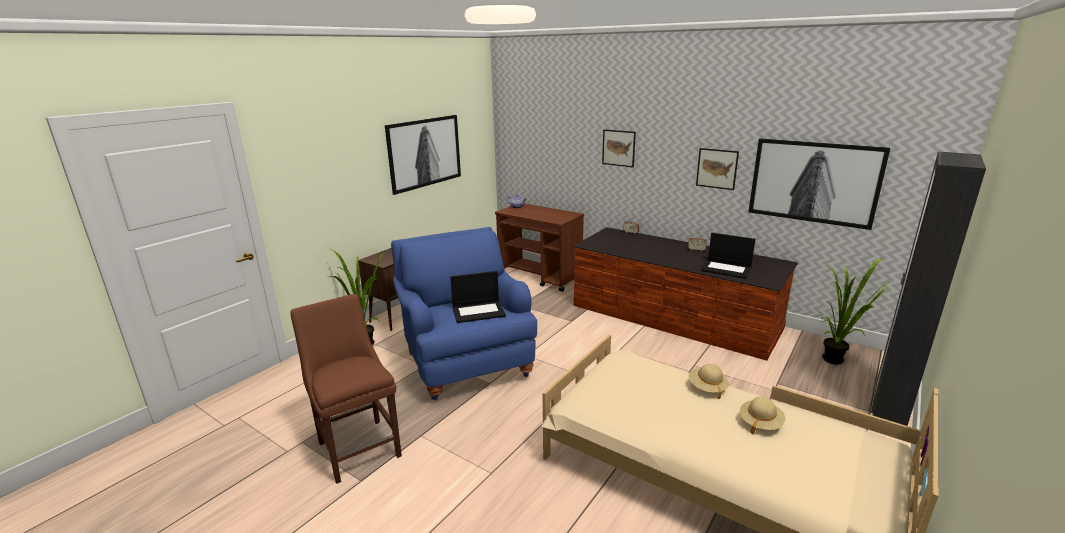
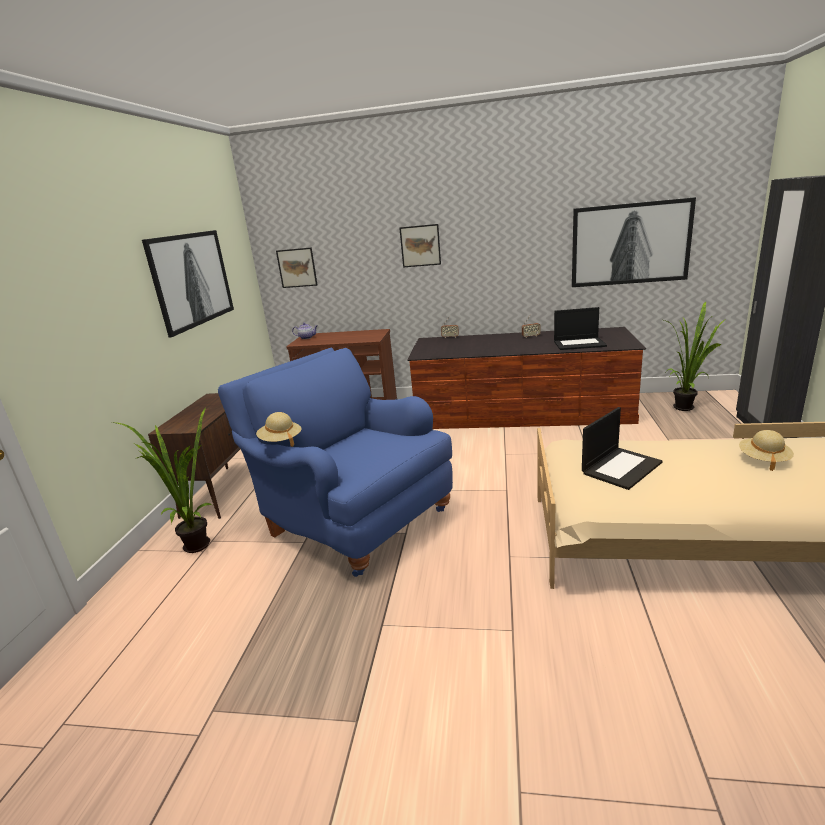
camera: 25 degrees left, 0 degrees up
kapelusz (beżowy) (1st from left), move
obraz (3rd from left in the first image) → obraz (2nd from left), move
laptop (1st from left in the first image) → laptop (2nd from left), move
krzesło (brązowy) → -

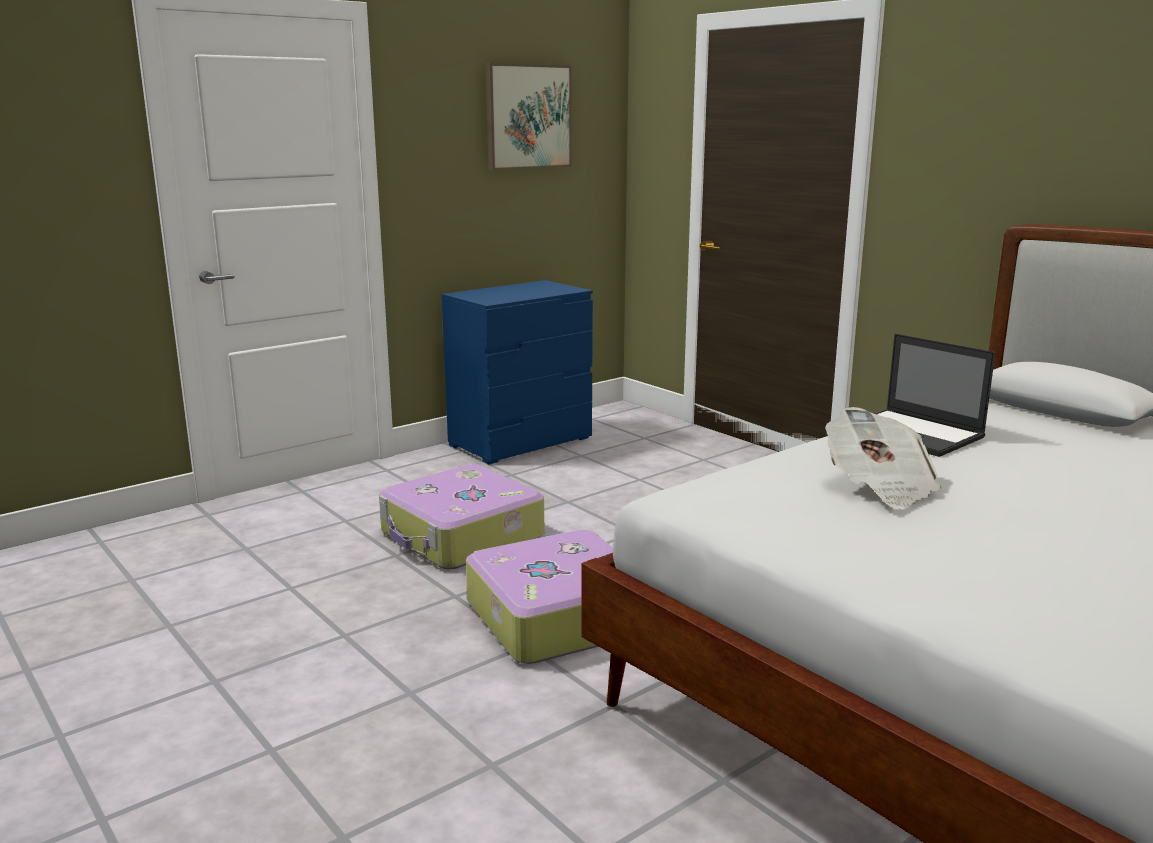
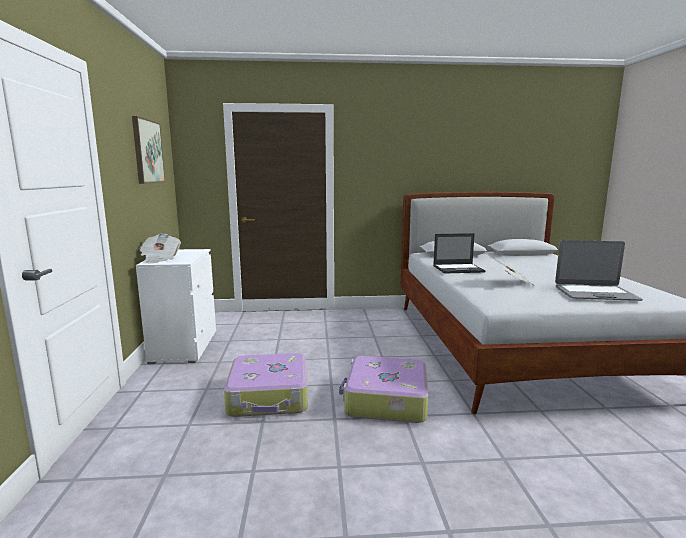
camera: 55 degrees left, 5 degrees down
komoda (niebieski) → komoda (biały)
- → gazeta (1st from left)
- → laptop (2nd from left)

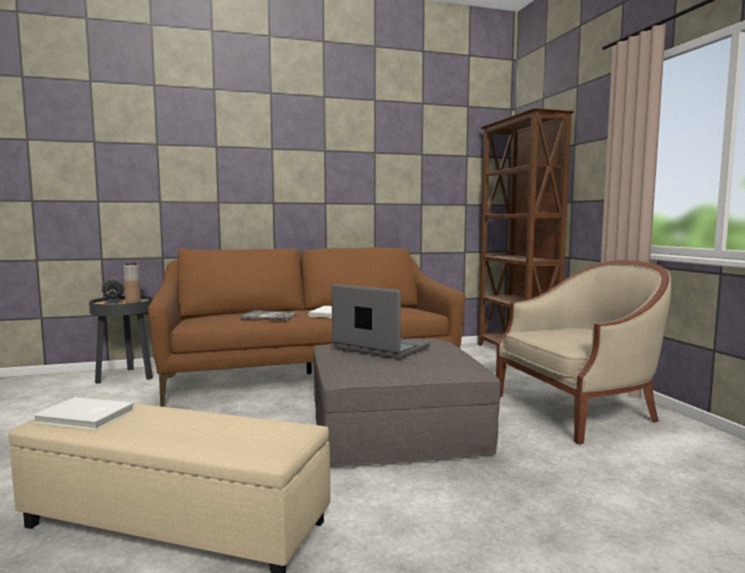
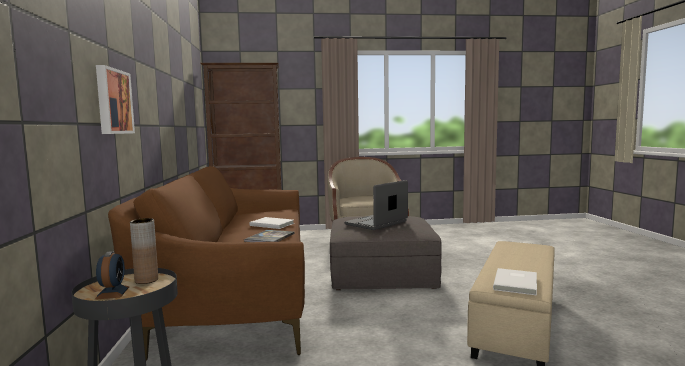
camera: 80 degrees left, 0 degrees up
- → obraz

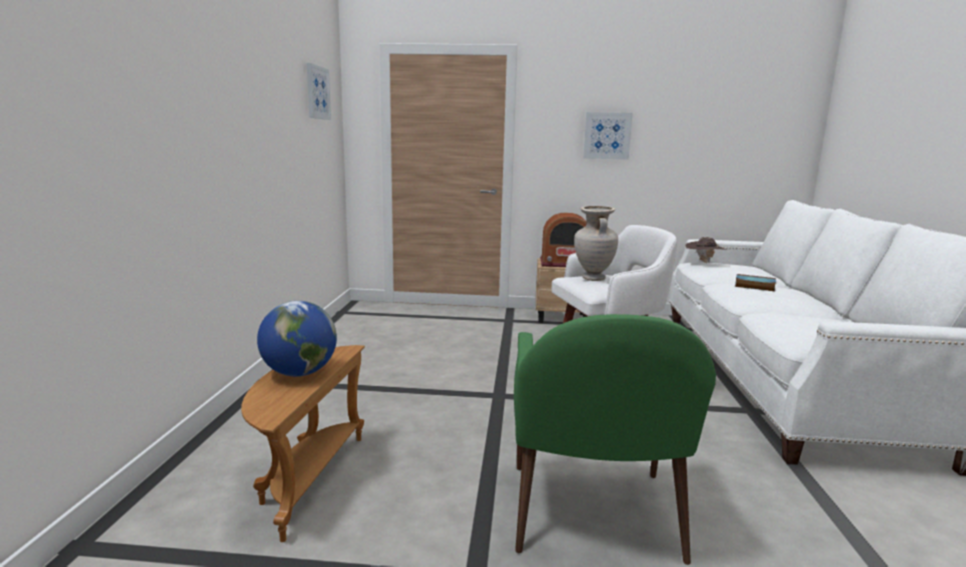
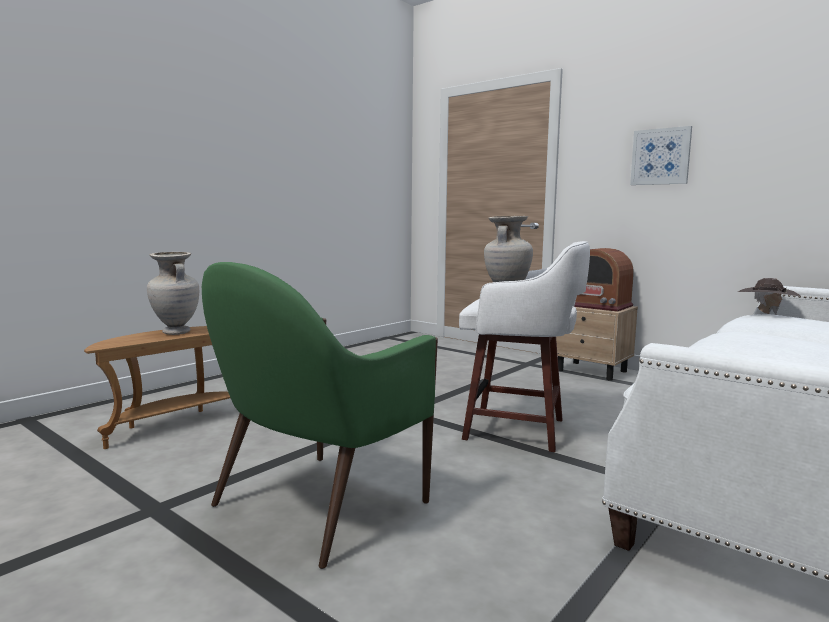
camera: 35 degrees right, 5 degrees down
globus → wazon (beżowy) (1st from left)
obraz (1st from left) → -
książka → -

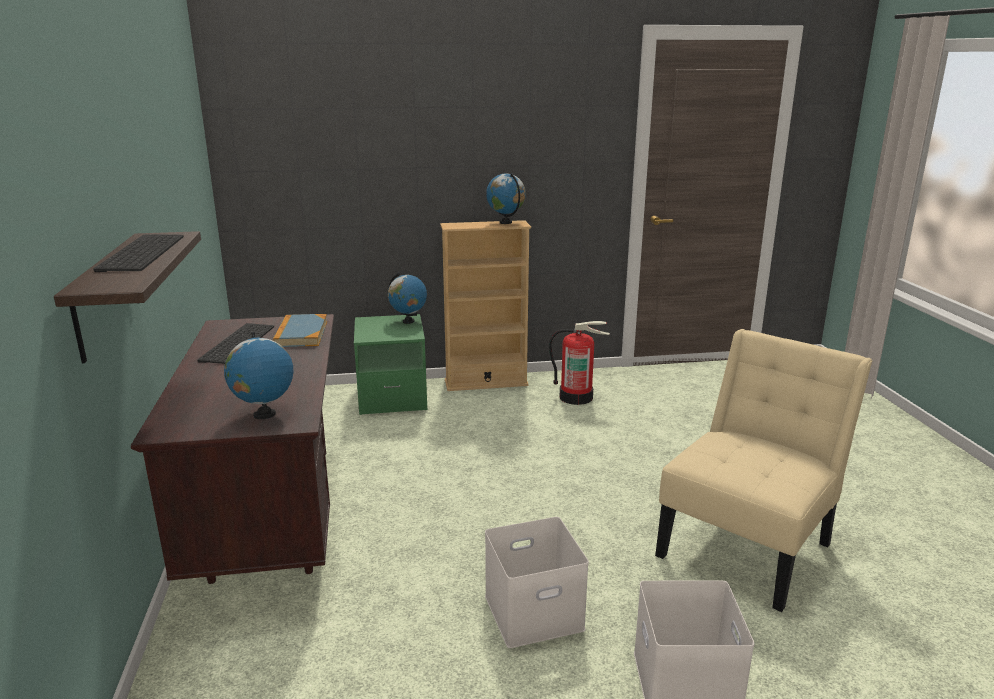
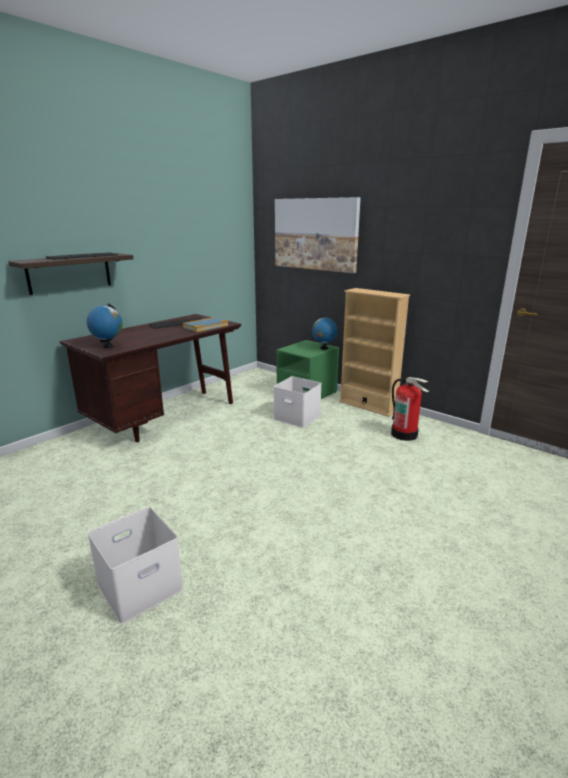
camera: 50 degrees right, 0 degrees up
pojemnik do przechowywania (biały) (1st from left in the first image) → pojemnik do przechowywania (biały) (2nd from left), move
- → obraz
globus (3rd from left) → -
krzesło (beżowy) → -

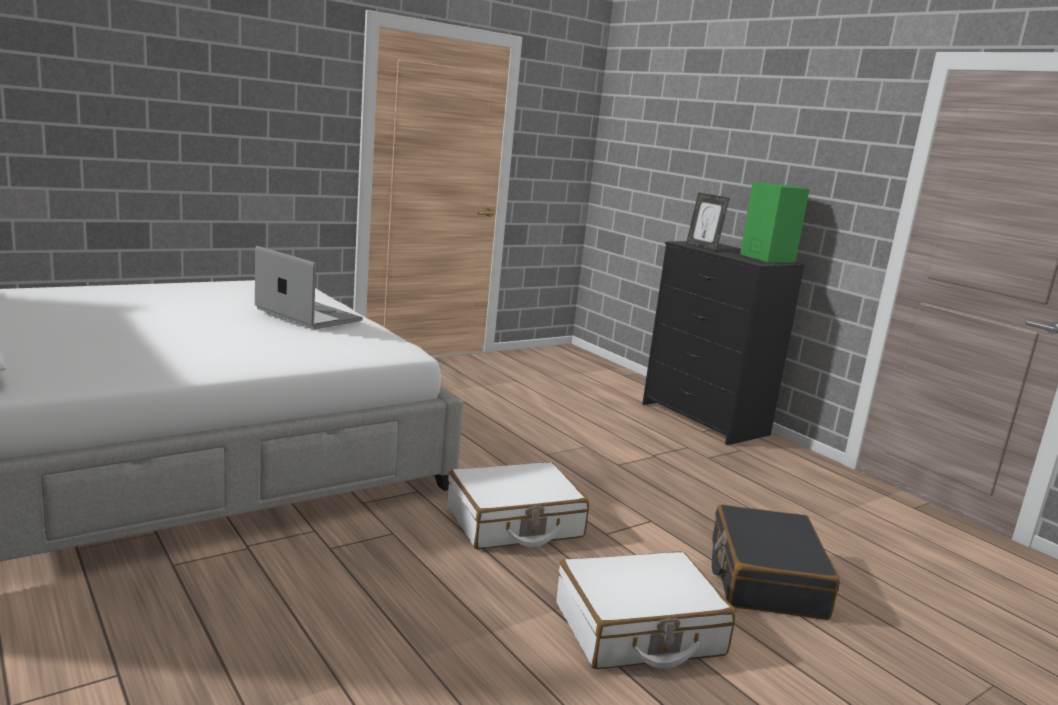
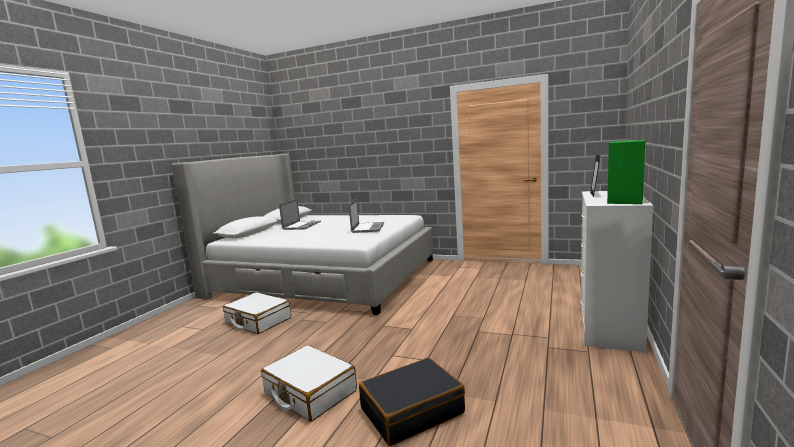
camera: 60 degrees right, 5 degrees down
walizka (biały) (1st from left), move
- → laptop (1st from left)
komoda (czarny) → komoda (biały)

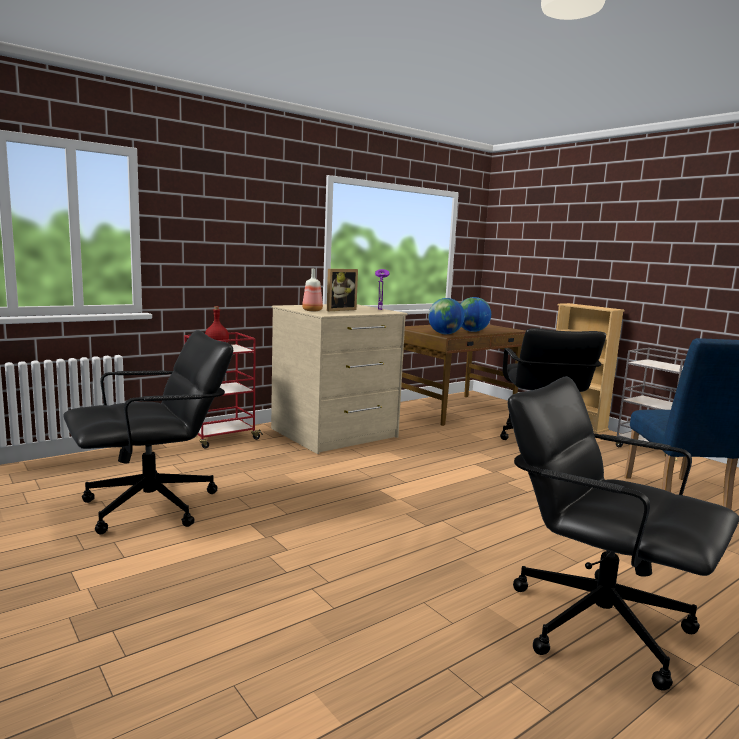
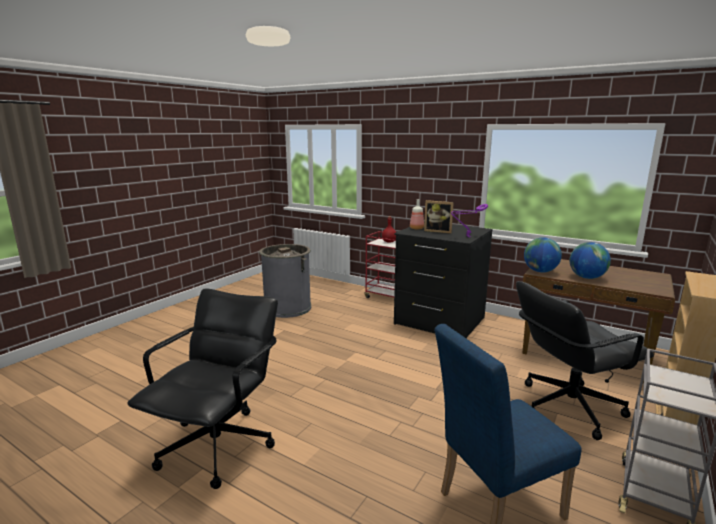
camera: 70 degrees right, 5 degrees up
krzesło biurowe (czarny) (1st from left) → kosz na śmieci (szary)
komoda (beżowy) → komoda (czarny)

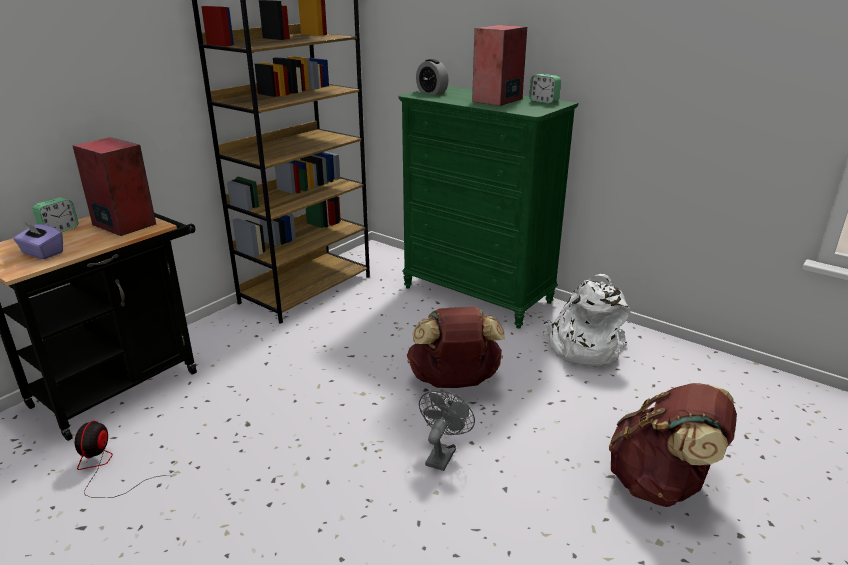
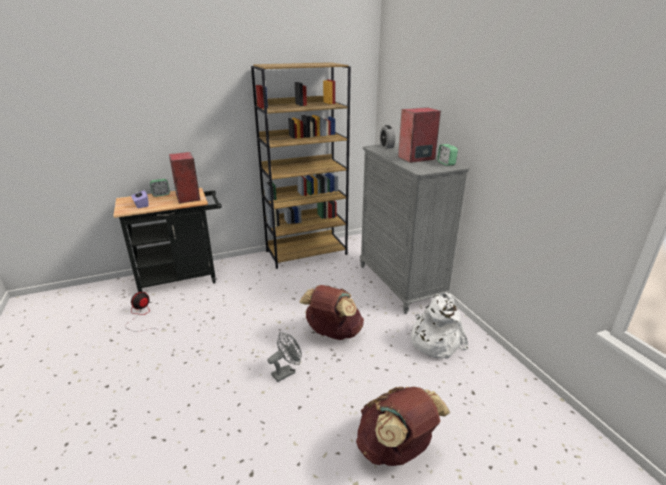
camera: 30 degrees right, 0 degrees up
komoda (zielony) → komoda (szary)

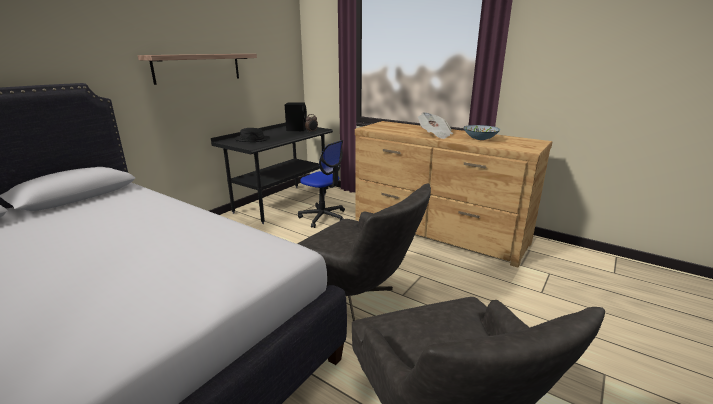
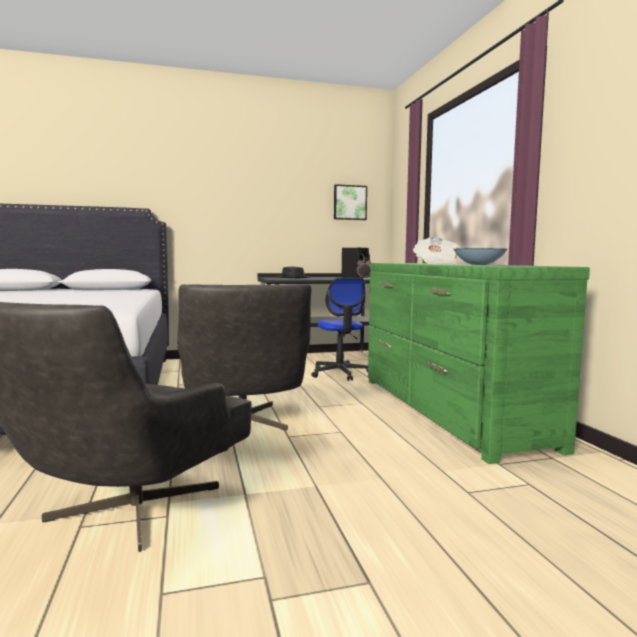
camera: 40 degrees right, 15 degrees down
- → obraz
komoda (brązowy) → komoda (zielony)
półka → -

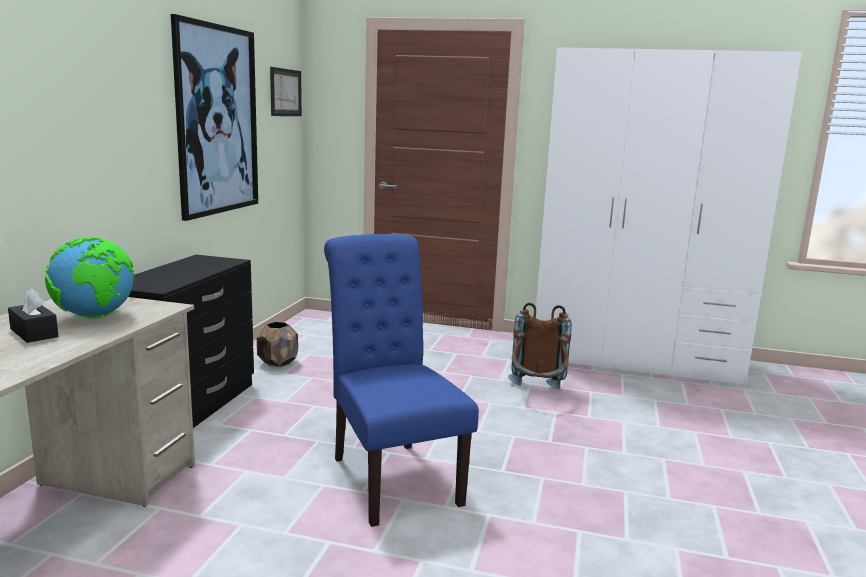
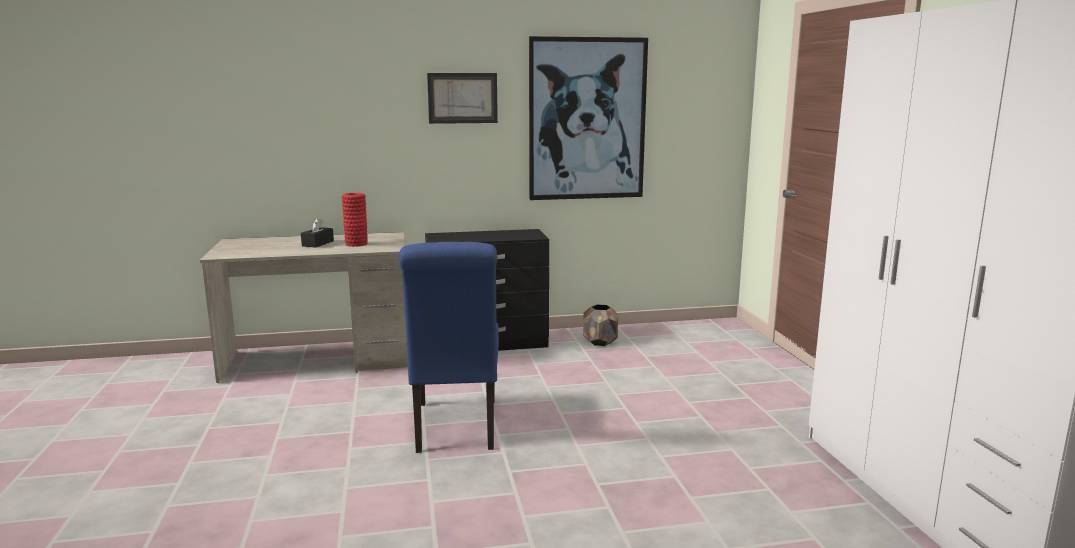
camera: 65 degrees right, 0 degrees up
globus → wazon (czerwony)
krzesło (niebieski), 135 degrees clockwise
obraz (2nd from left in the first image) → obraz (1st from left), move
plecak (brązowy) → -

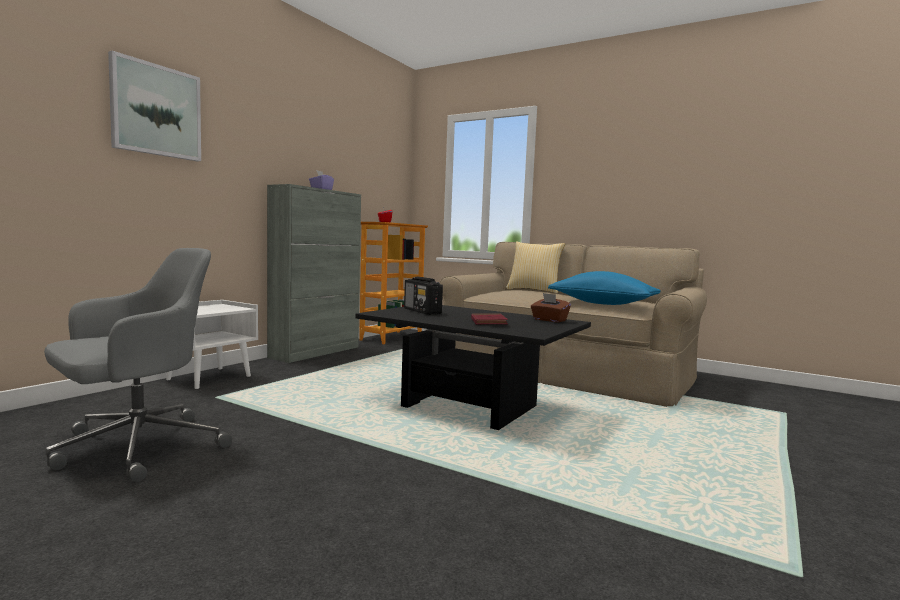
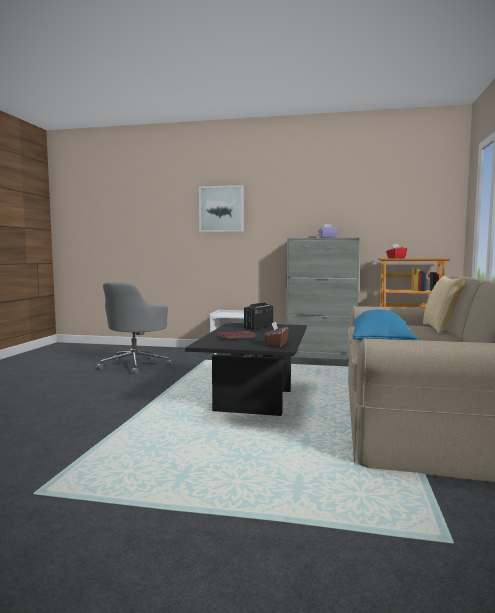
camera: 70 degrees right, 0 degrees up
krzesło biurowe (szary), 90 degrees clockwise

